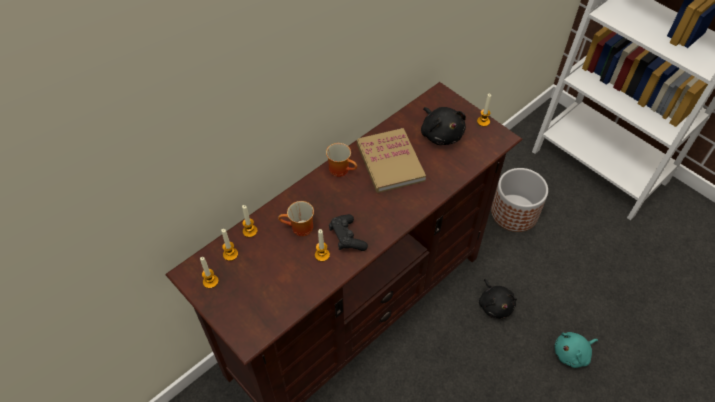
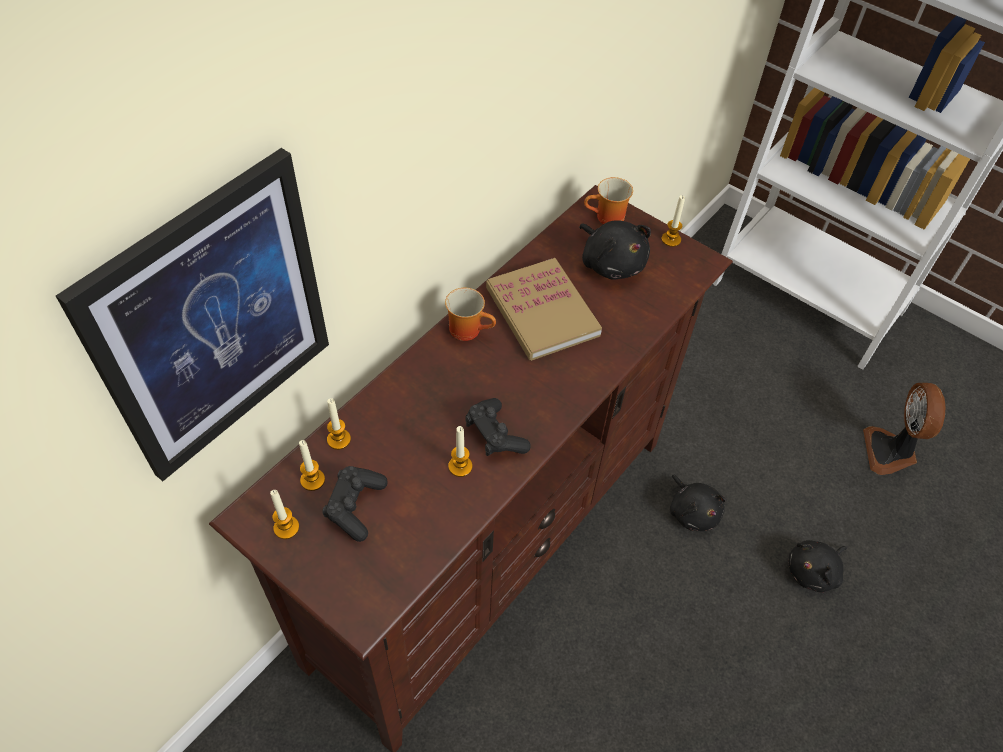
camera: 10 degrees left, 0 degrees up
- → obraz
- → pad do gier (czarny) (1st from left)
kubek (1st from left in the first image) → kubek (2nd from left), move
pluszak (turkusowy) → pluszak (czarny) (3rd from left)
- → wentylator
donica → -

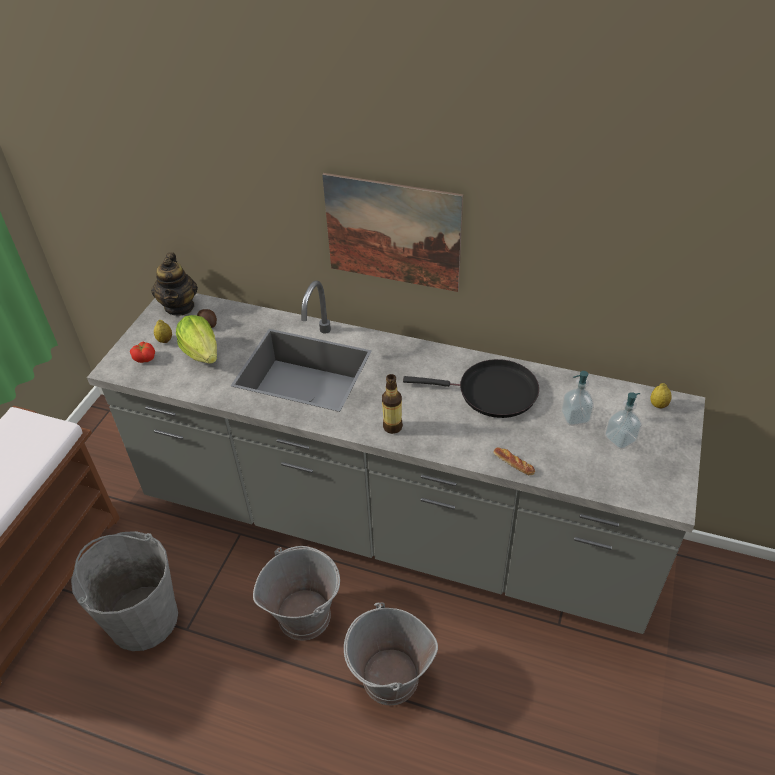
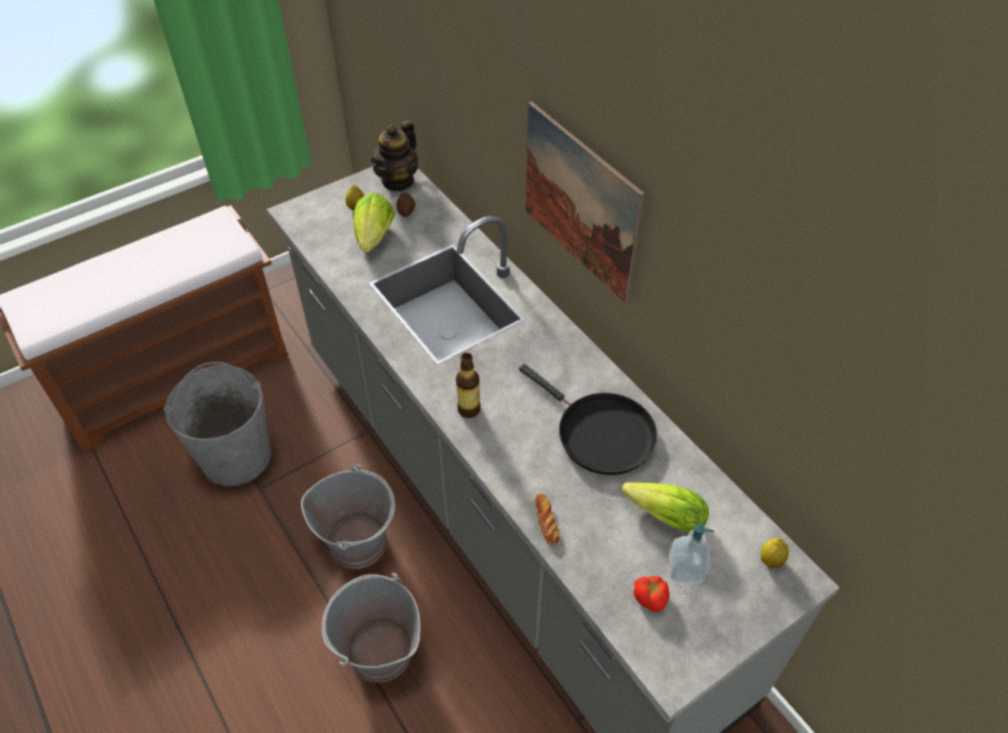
camera: 35 degrees right, 5 degrees up
dozownik mydła (1st from left) → sałata (2nd from left)
pomidor, move

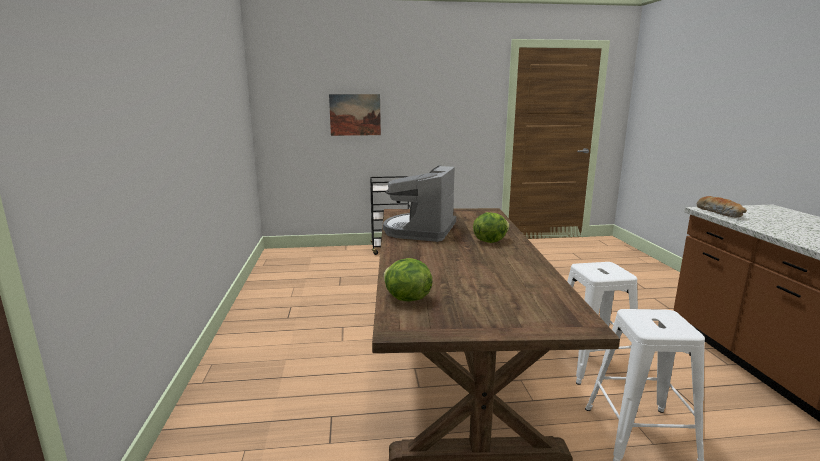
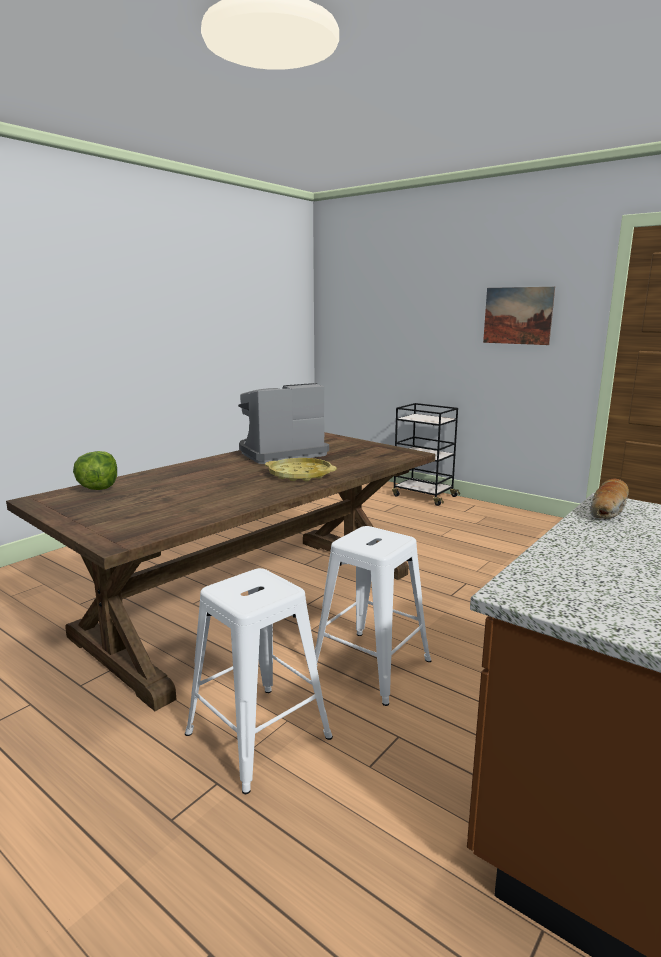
camera: 45 degrees right, 0 degrees up
sałata (2nd from left) → taca (żółty)
obraz, move

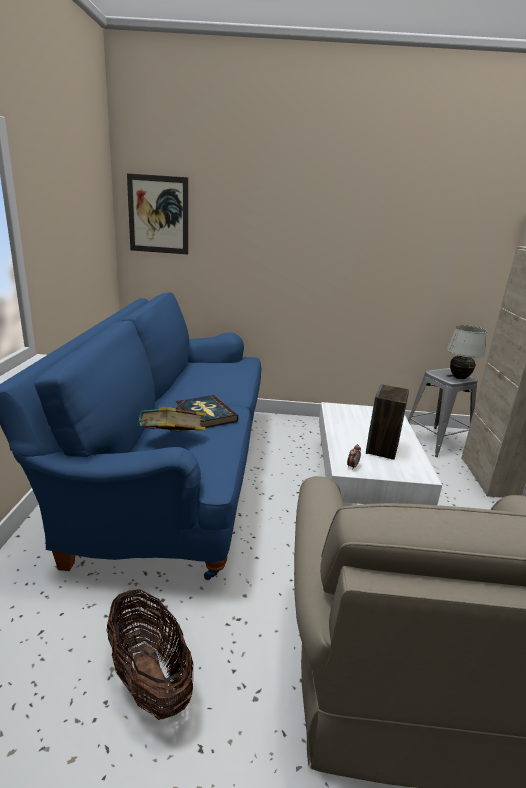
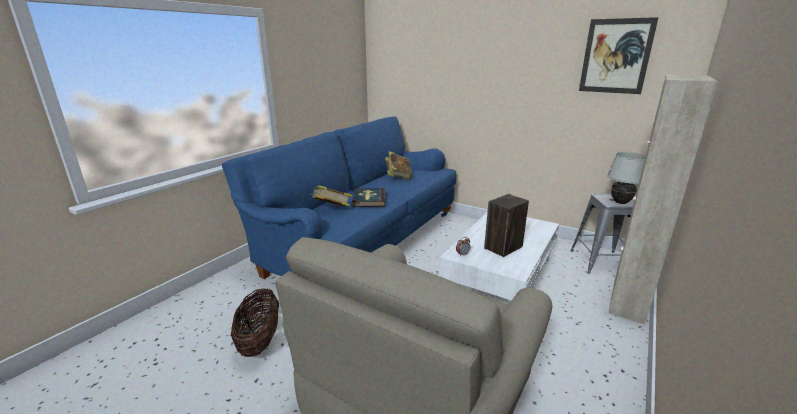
camera: 30 degrees right, 0 degrees up
- → książka (3rd from left)
obraz, move

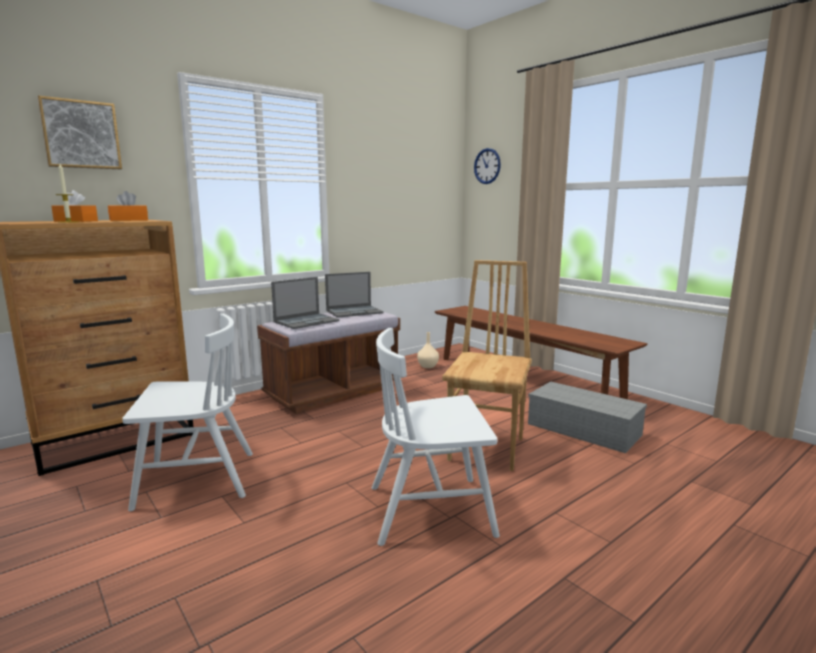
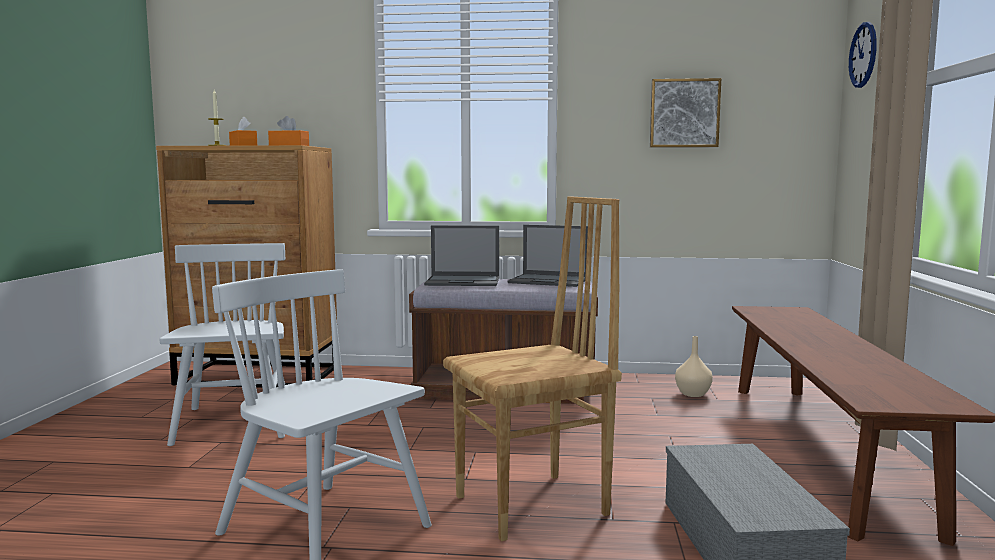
camera: 45 degrees right, 5 degrees down
krzesło (biały) (1st from left), 135 degrees counterclockwise
obraz, move

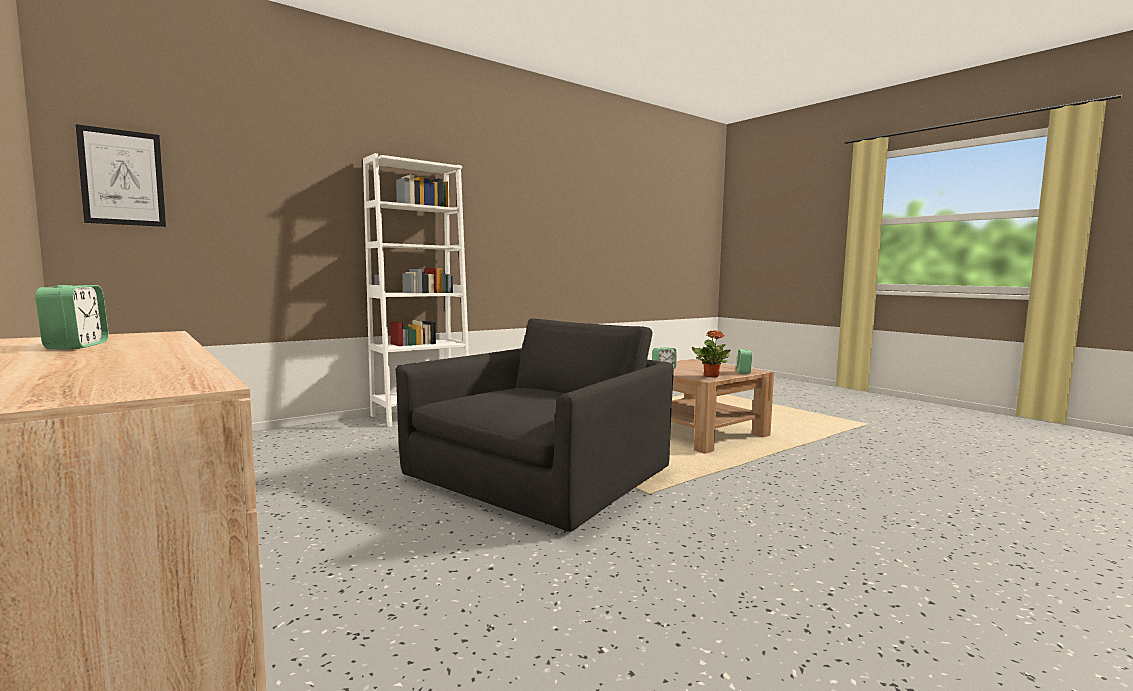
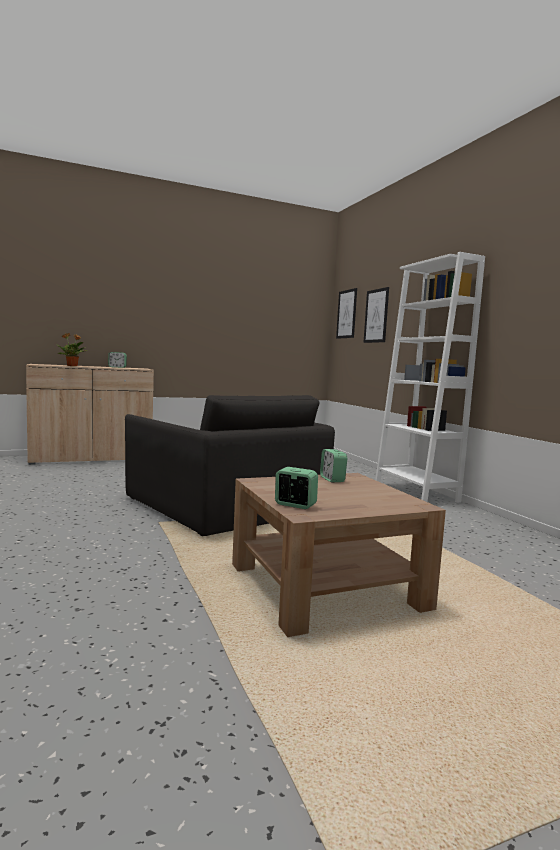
camera: 105 degrees right, 0 degrees up
roślina doniczkowa, move
- → obraz (2nd from left)

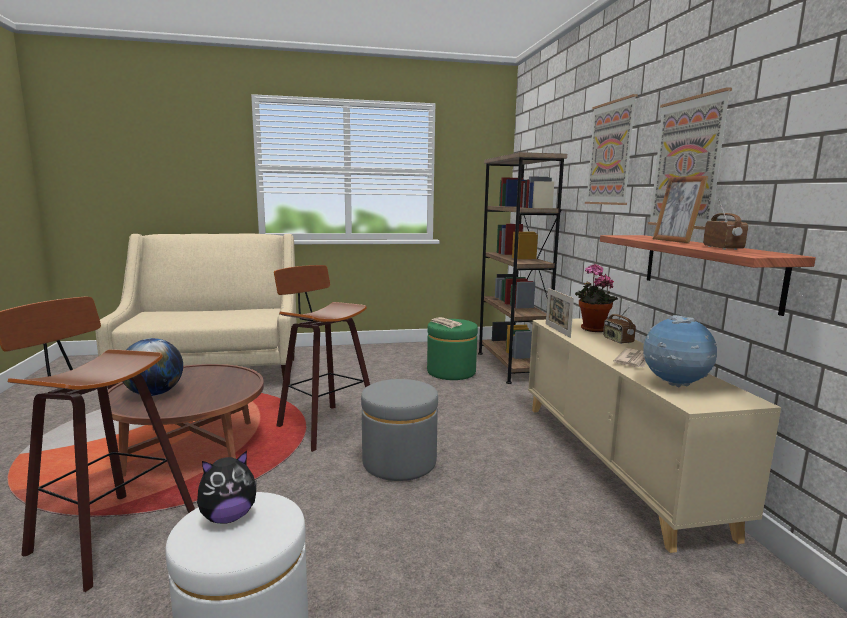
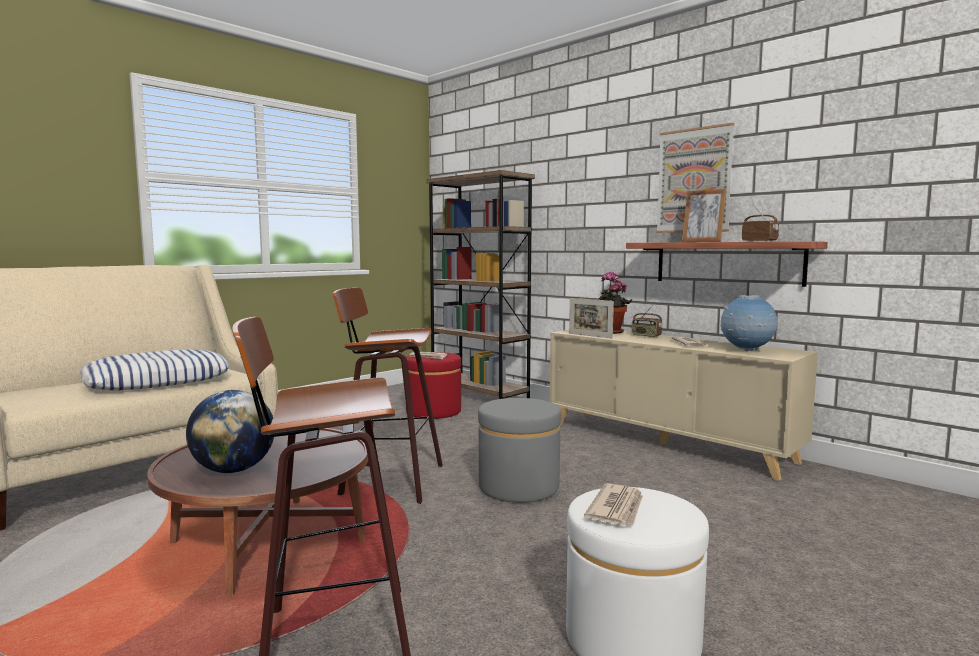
camera: 35 degrees left, 5 degrees down
- → poduszka
pufa (zielony) → pufa (czerwony)
pluszak → gazeta (2nd from left)
obraz (1st from left) → -

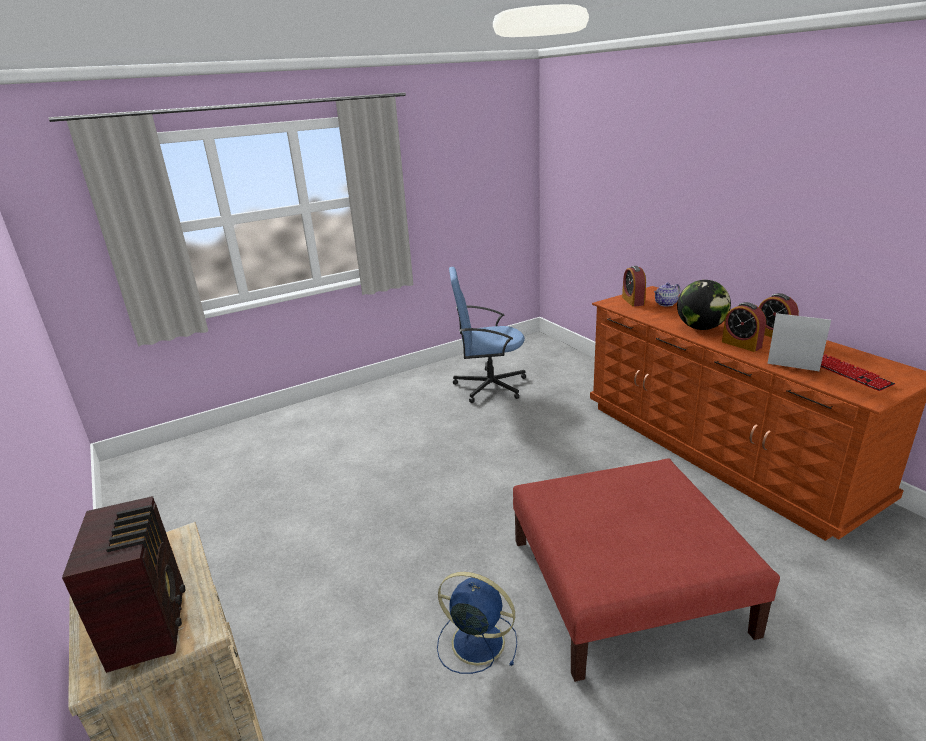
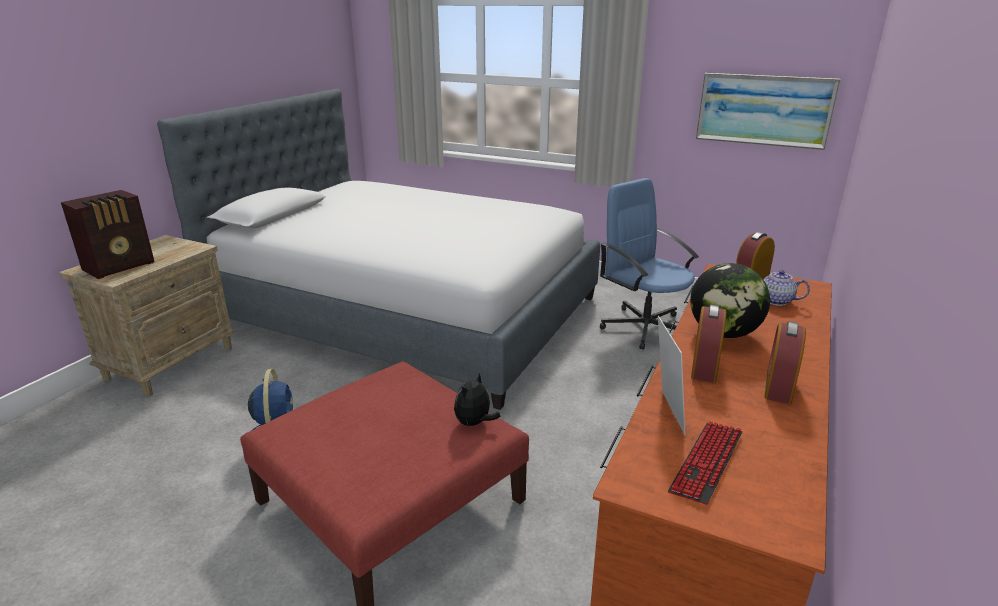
camera: 55 degrees right, 0 degrees up
- → łóżko
- → pluszak
- → obraz

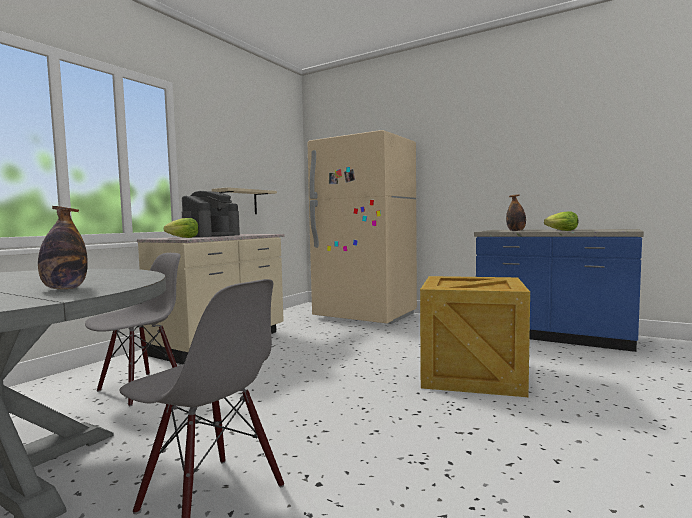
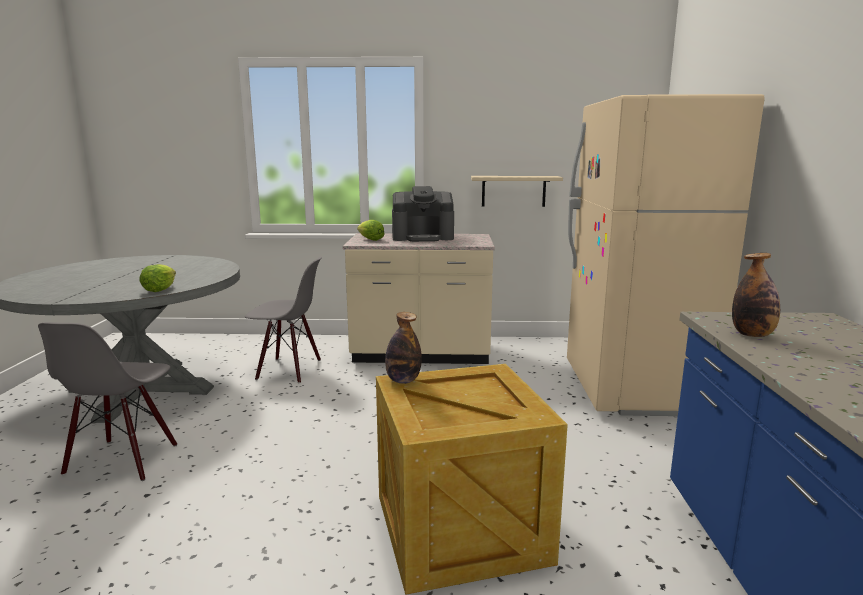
camera: 60 degrees right, 10 degrees up
sałata (2nd from left in the first image) → sałata (1st from left), move
butelka (1st from left), move

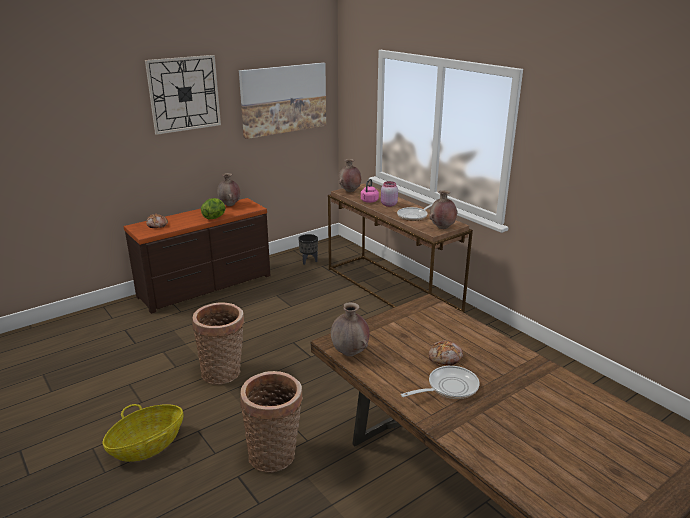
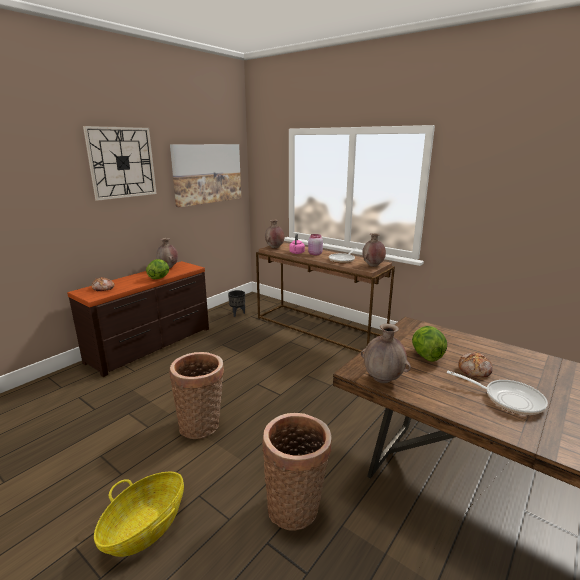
camera: 15 degrees left, 5 degrees down
- → sałata (2nd from left)
patelnia (2nd from left), 75 degrees clockwise

